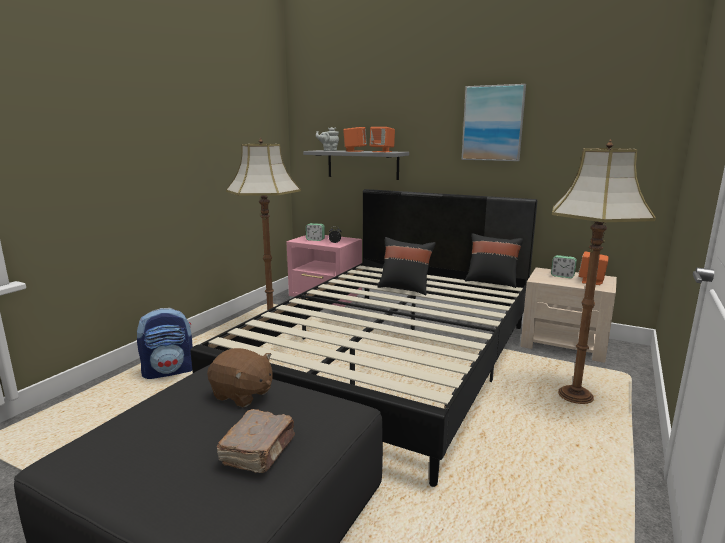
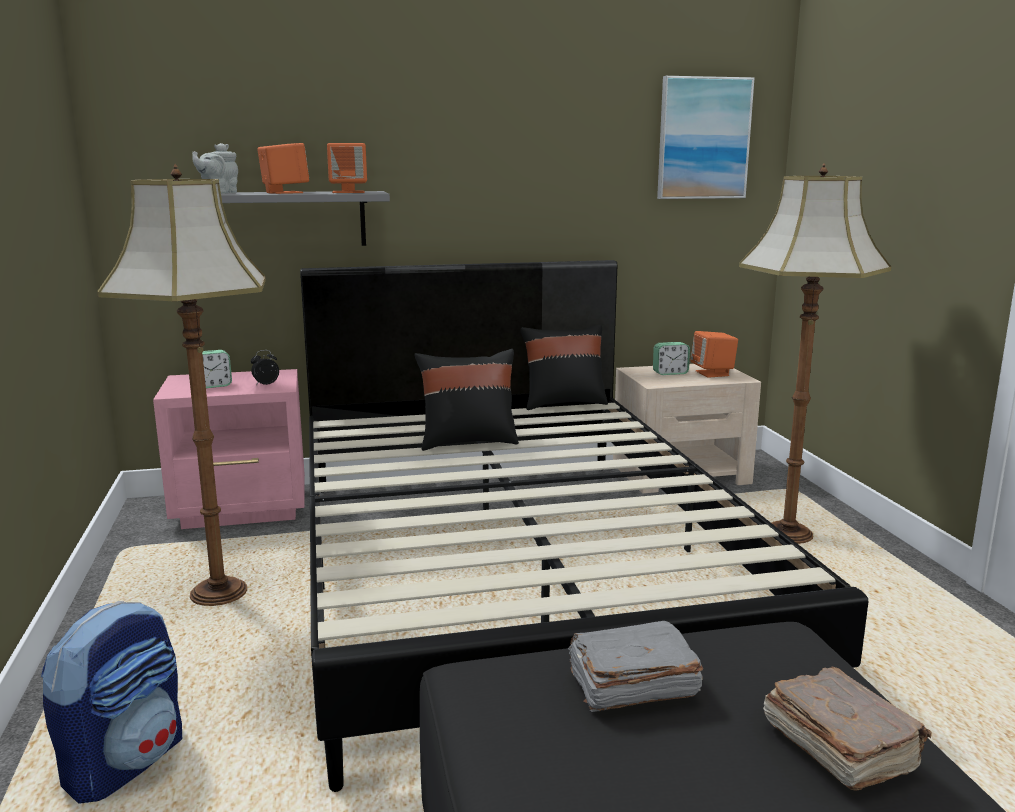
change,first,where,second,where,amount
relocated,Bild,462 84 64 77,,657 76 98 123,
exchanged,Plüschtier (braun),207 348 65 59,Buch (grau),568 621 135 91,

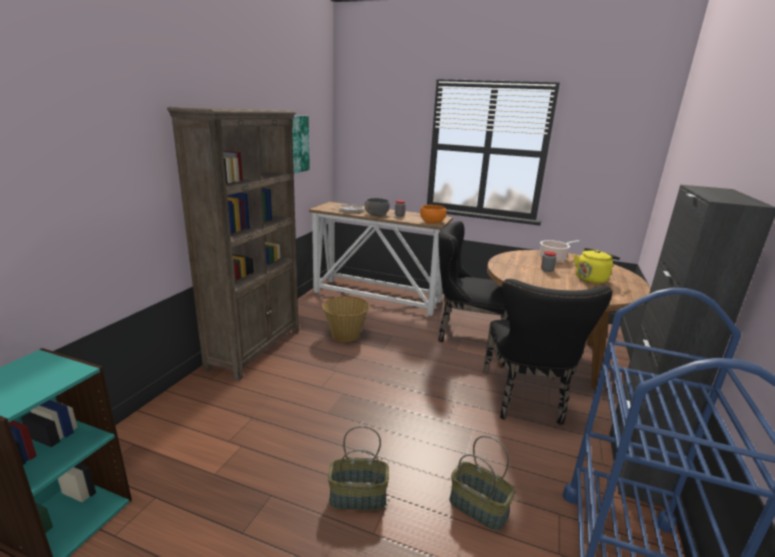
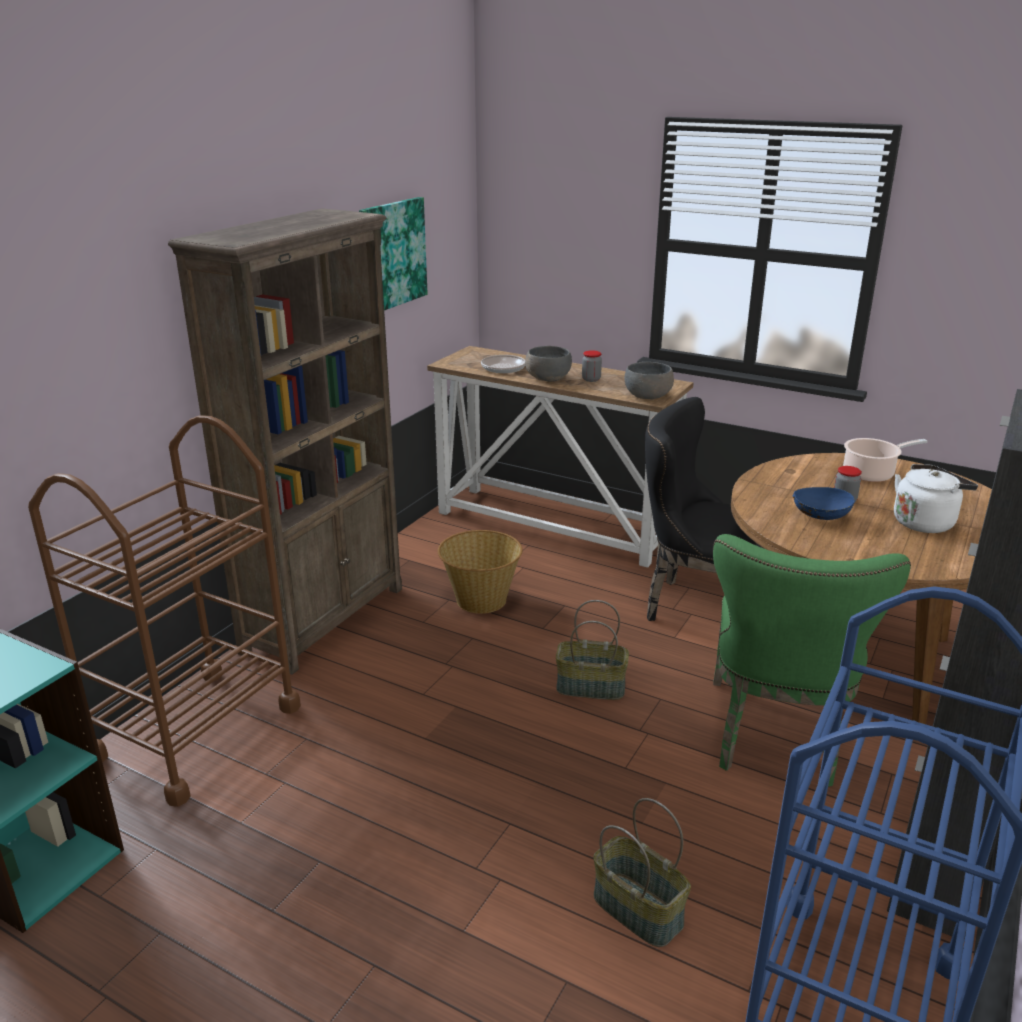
change,first,where,second,where,amount
appeared,,,Rollwagen (braun),28 415 273 392,
appeared,,,Schüssel (blau),793 487 62 33,
relocated,Korb,328 426 61 84,,556 600 73 100,
colour,Schüssel (orange),420 205 26 19,Schüssel (grau),625 362 49 37,
colour,Stuhl (schwarz),483 279 130 146,Stuhl (grün),713 534 198 253,
colour,Wasserkessel (gelb),574 248 46 35,Wasserkessel (weiß),894 464 84 69,

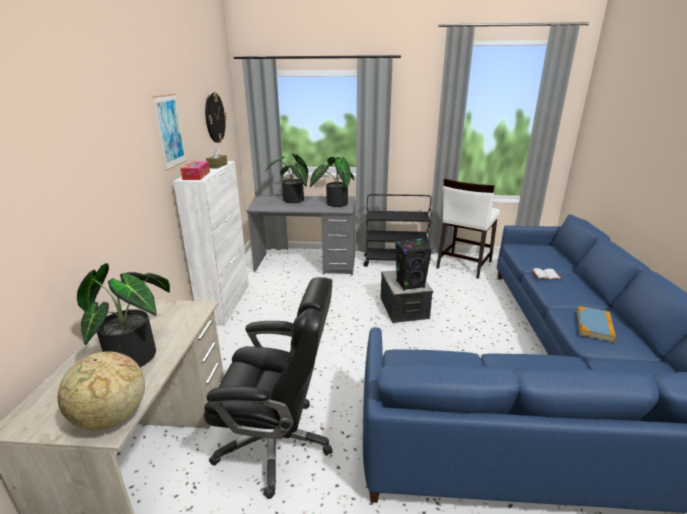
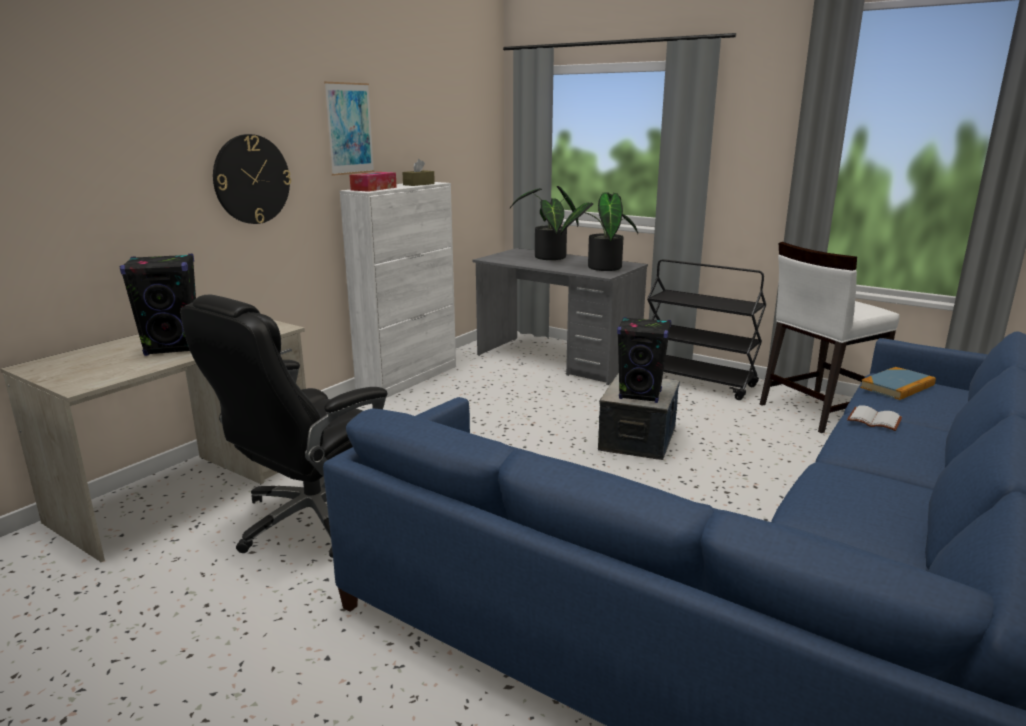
change,first,where,second,where,amount
missing,Globus,58 351 87 79,,,
relocated,Wanduhr,205 92 22 51,,213 134 78 90,
relocated,Buch,577 306 39 36,,860 367 76 33,
exchanged,Topfpflanze,77 263 93 104,Lautsprecher (schwarz),120 254 76 102,
spun,Bürostuhl (schwarz),204 277 129 222,,180 295 208 263,90 degrees clockwise

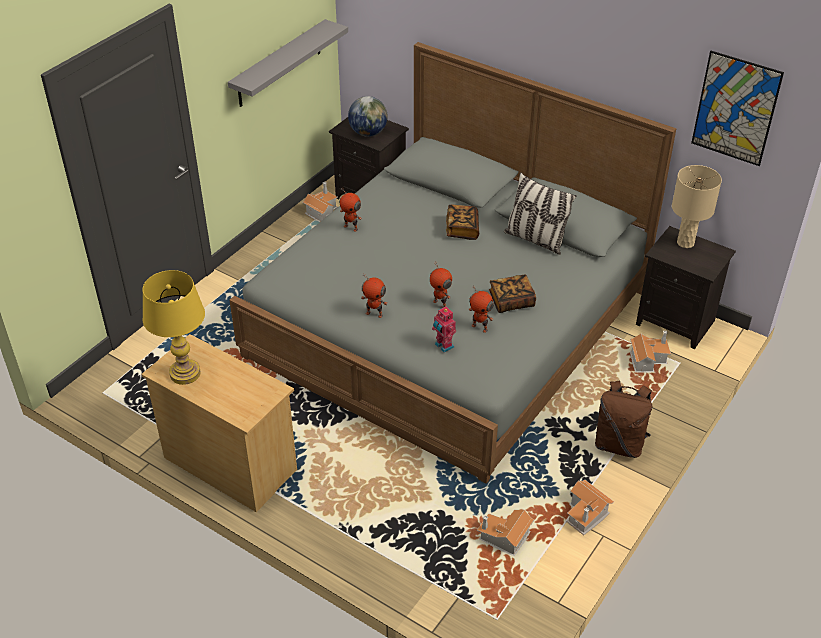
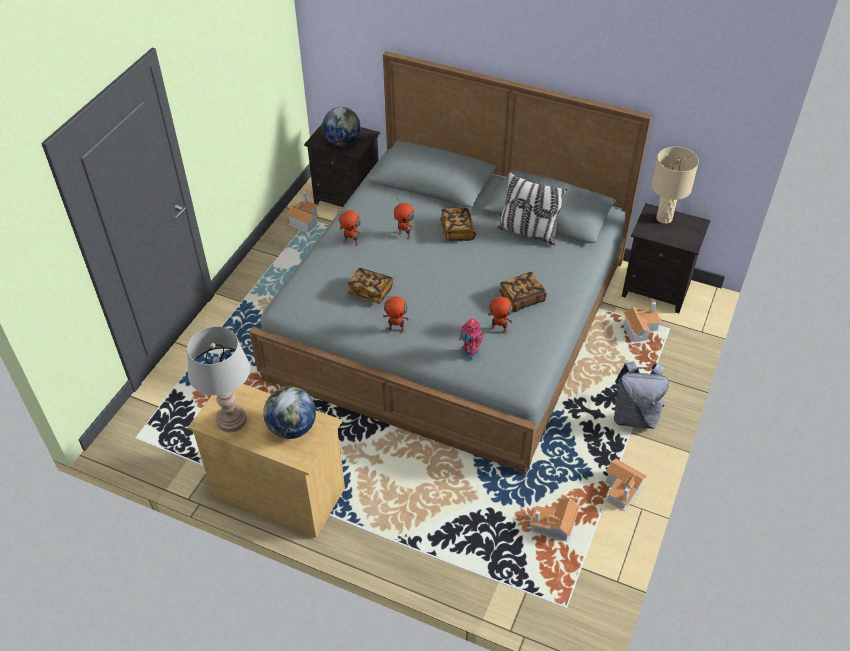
change,first,where,second,where,amount
missing,Wandregal (grau),228 19 120 88,,,
missing,Bild,691 51 93 115,,,
appeared,,,Globus,263 387 53 52,
appeared,,,Buch,347 268 46 36,
relocated,Spielzeugroboter,430 263 22 45,,394 199 21 41,
colour,Tischlampe (gelb),142 270 63 115,Tischlampe (grau),187 327 63 105,
colour,Rucksack (braun),594 381 58 77,Rucksack (grau),611 361 58 68,

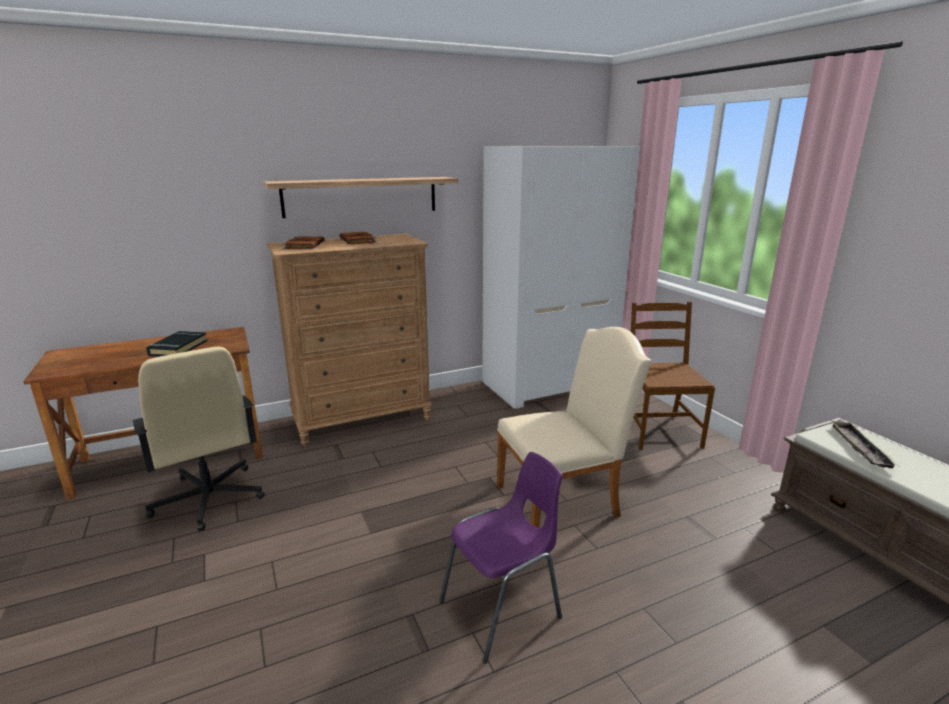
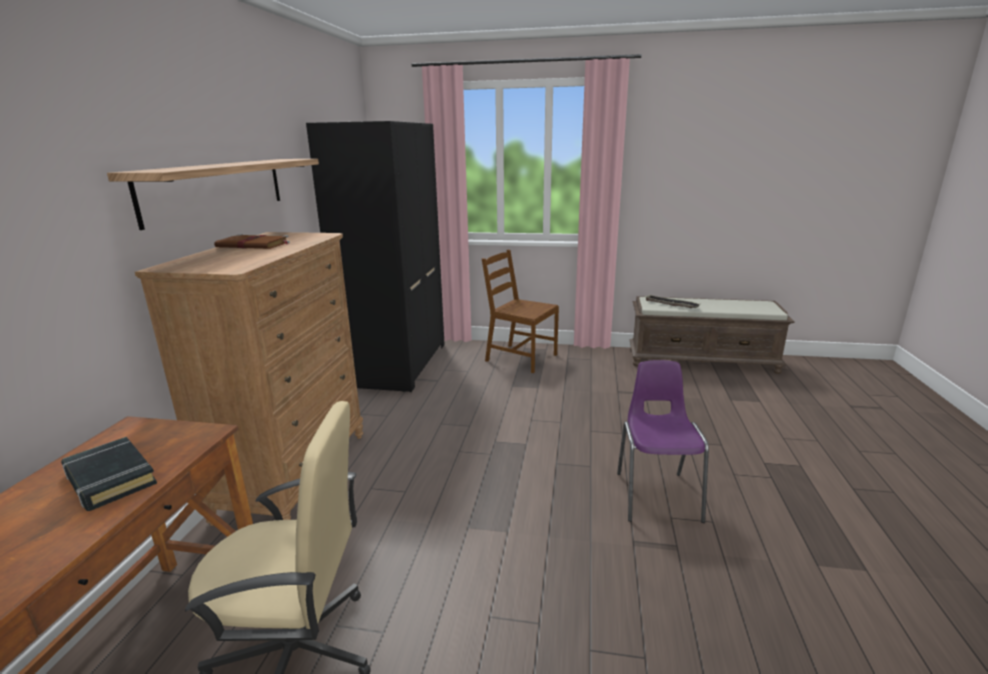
change,first,where,second,where,amount
missing,Buch (braun),282 236 43 13,,,
missing,Stuhl (beige),497 327 155 201,,,
colour,Kleiderschrank (weiß),482 146 158 263,Kleiderschrank (schwarz),306 121 139 271,

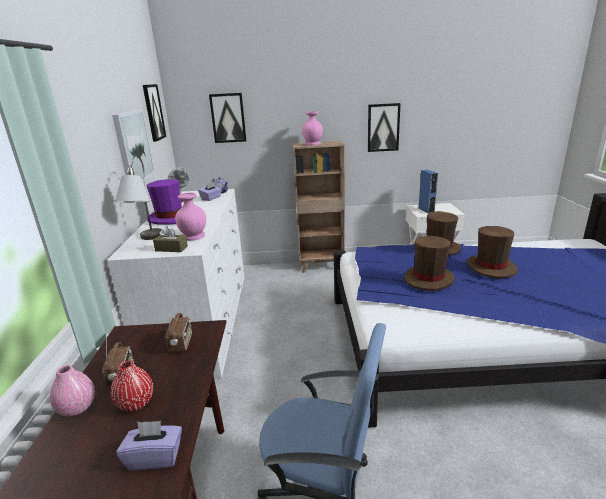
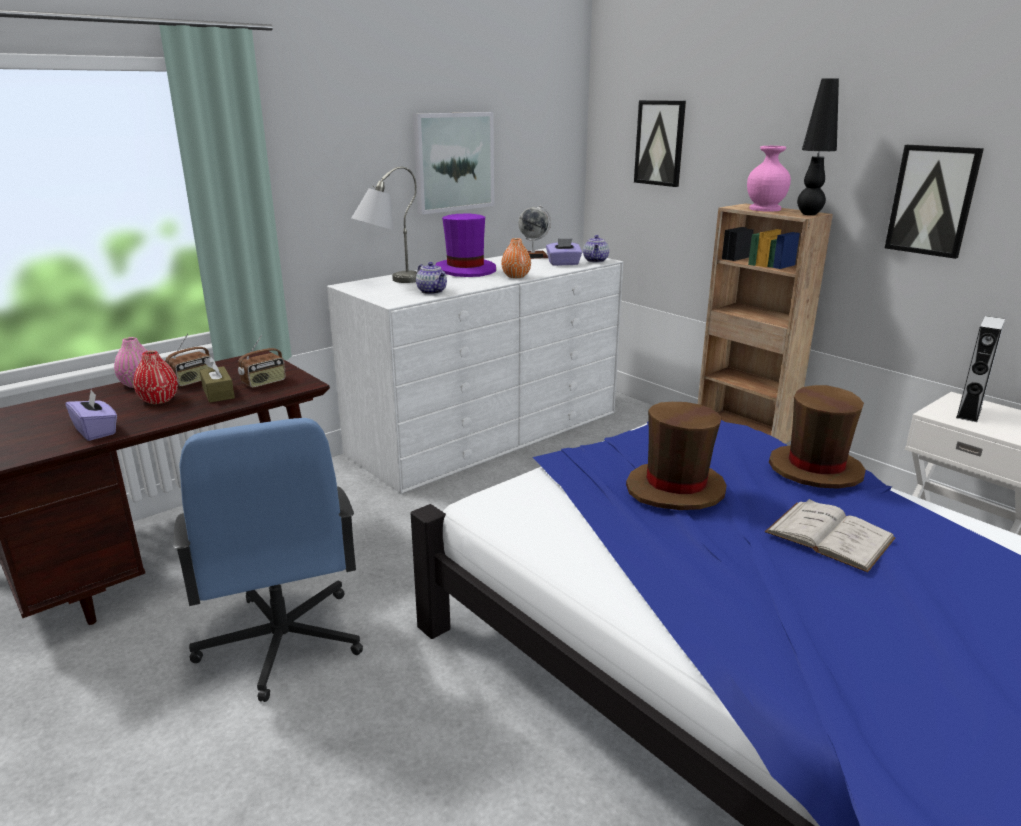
change,first,where,second,where,amount
missing,Bild,143 84 23 58,,,
appeared,,,Vase (orange),501 238 30 40,
appeared,,,Tischlampe (schwarz),797 79 42 136,
relocated,Taschentuchbox (braun),153 227 35 25,,200 357 35 46,
exchanged,Vase (rosa),175 193 31 48,Teekanne,416 262 31 32,
exchanged,Hut (braun),467 226 51 52,Buch (weiß),765 499 131 73,
colour,Lautsprecher (blau),419 170 19 43,Lautsprecher (grau),956 316 49 106,

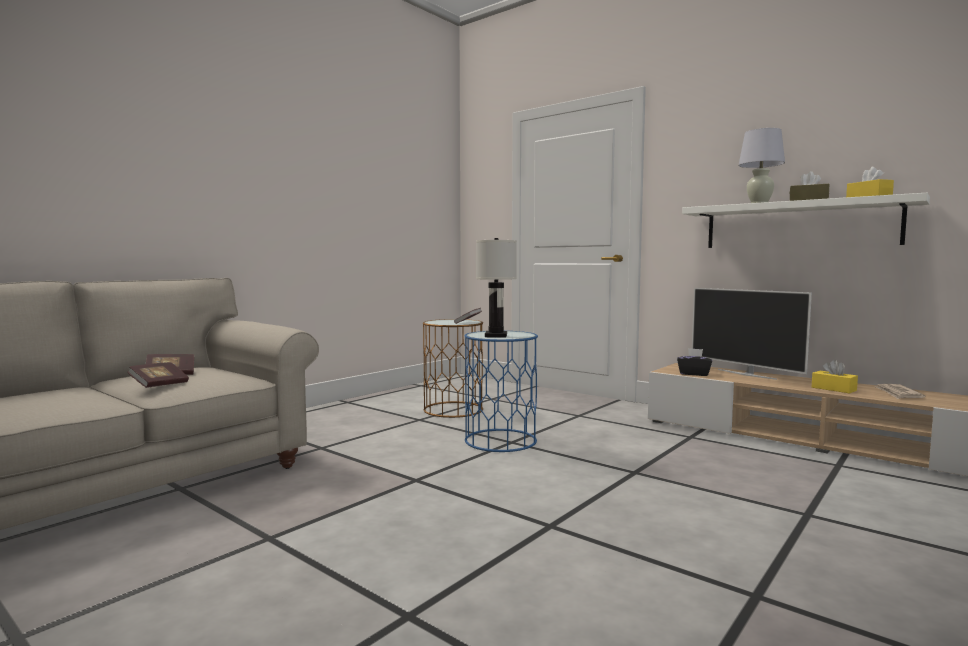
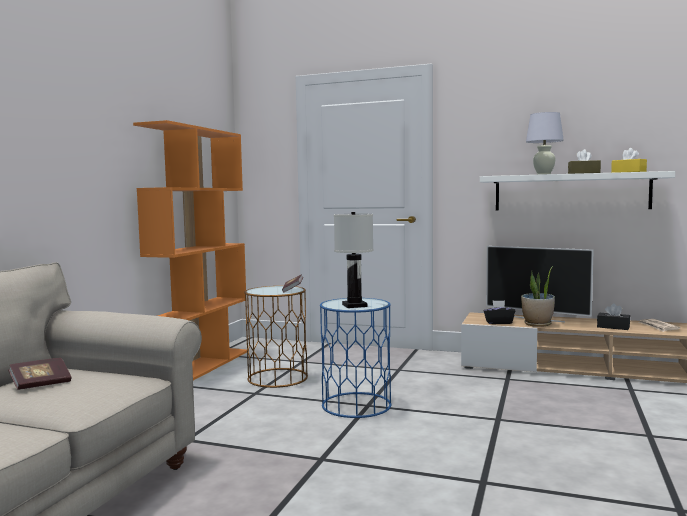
change,first,where,second,where,amount
missing,Buch,127 362 62 26,,,
appeared,,,Bücherregal (orange),133 120 114 260,
appeared,,,Topfpflanze,521 266 34 61,
colour,Taschentuchbox (gelb),812 360 46 33,Taschentuchbox (schwarz),597 303 33 27,

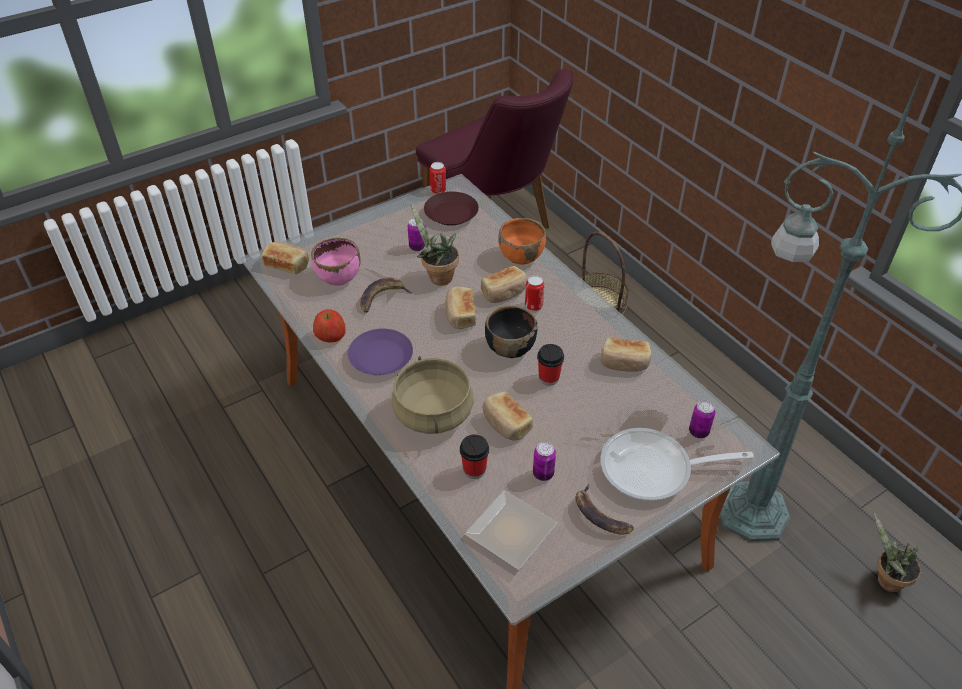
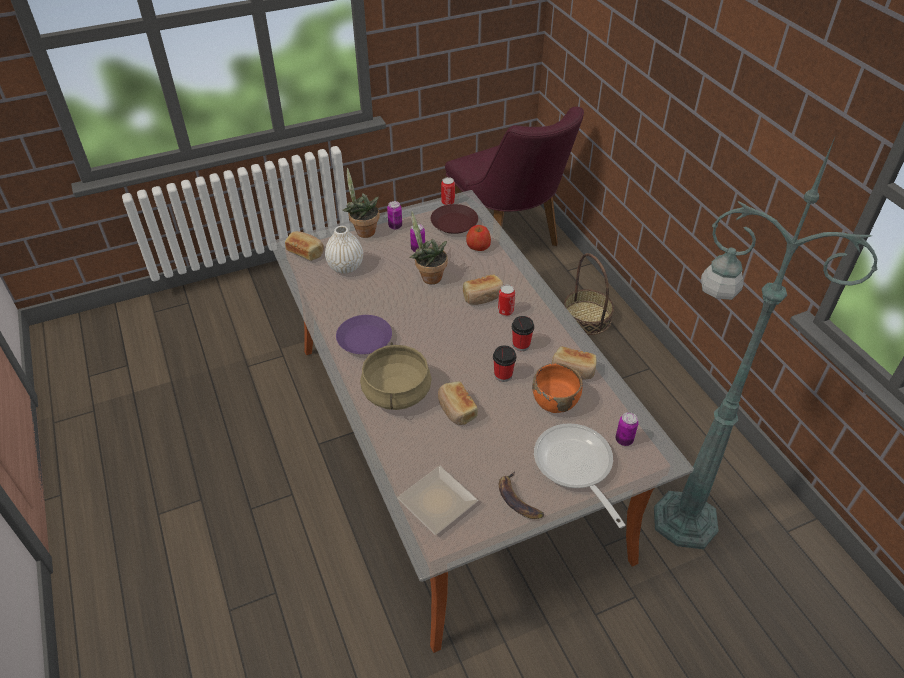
change,first,where,second,where,amount
missing,Banane,360 278 53 35,,,
missing,Brot,445 286 31 43,,,
missing,Schüssel (schwarz),485 305 53 53,,,
relocated,Apfel,313 309 33 34,,466 225 25 26,
relocated,Tasse,460 434 29 45,,512 316 22 35,
relocated,Schüssel (orange),498 218 48 47,,532 363 51 50,
relocated,Dose,533 442 23 39,,387 201 15 28,
relocated,Topfpflanze,873 513 48 79,,342 168 38 70,
exchanged,Schüssel (rosa),311 237 50 49,Vase (weiß),325 226 38 48,
spun,Pfanne,600 428 154 73,,534 423 92 105,60 degrees clockwise

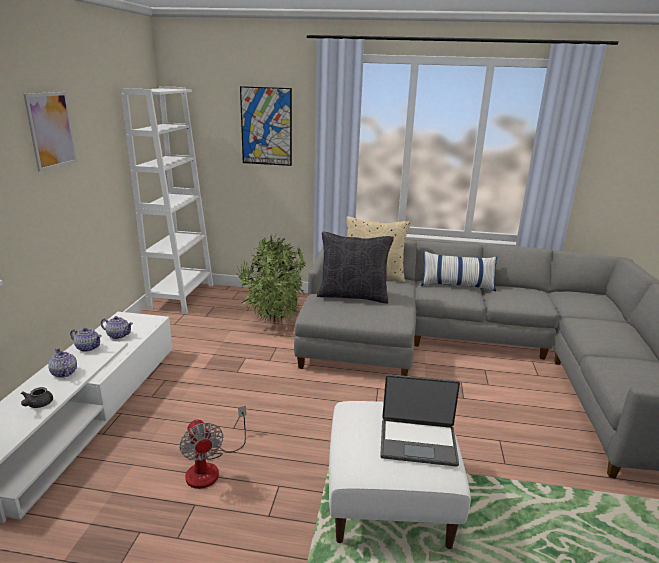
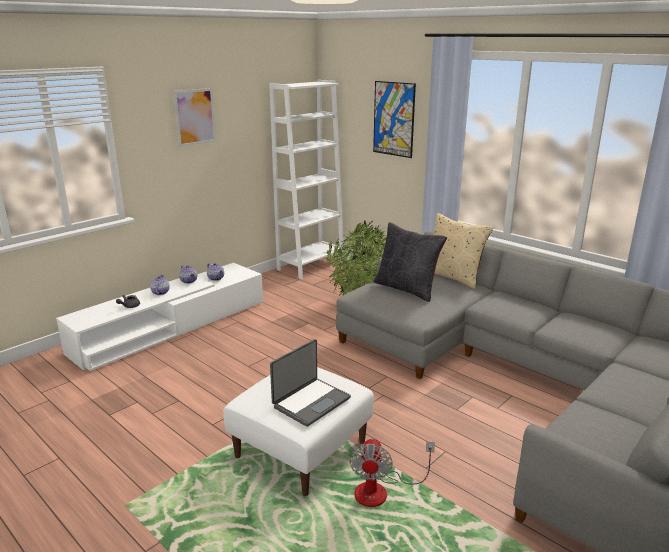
change,first,where,second,where,amount
missing,Kissen,421 251 76 40,,,
relocated,Ventilator,179 406 67 83,,349 438 86 69,
spun,Laptop,380 374 80 93,,270 339 81 88,90 degrees counterclockwise

